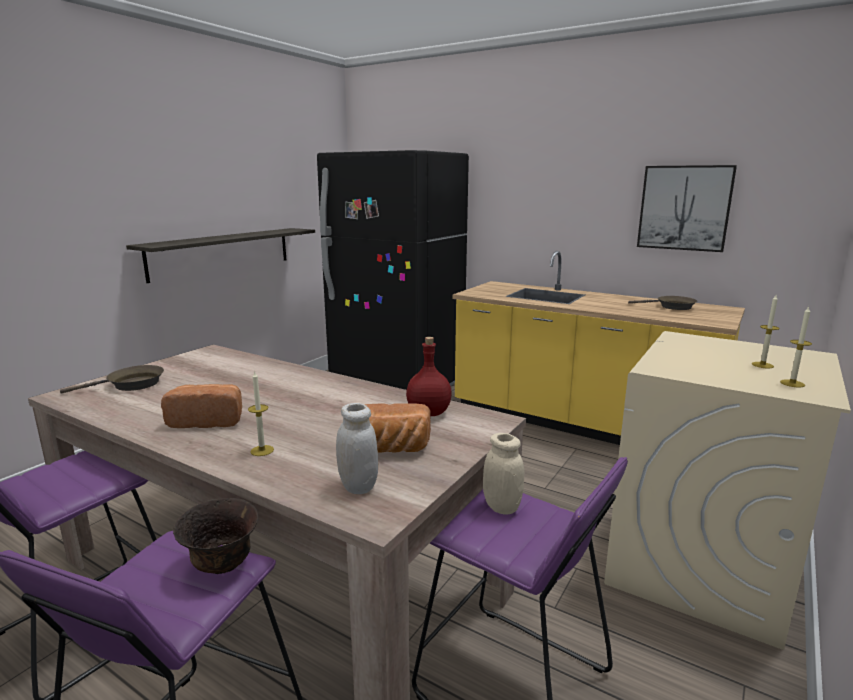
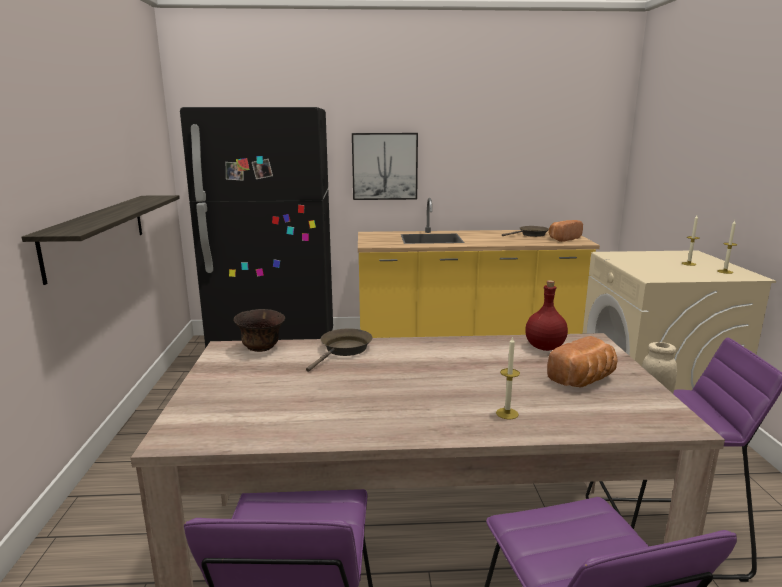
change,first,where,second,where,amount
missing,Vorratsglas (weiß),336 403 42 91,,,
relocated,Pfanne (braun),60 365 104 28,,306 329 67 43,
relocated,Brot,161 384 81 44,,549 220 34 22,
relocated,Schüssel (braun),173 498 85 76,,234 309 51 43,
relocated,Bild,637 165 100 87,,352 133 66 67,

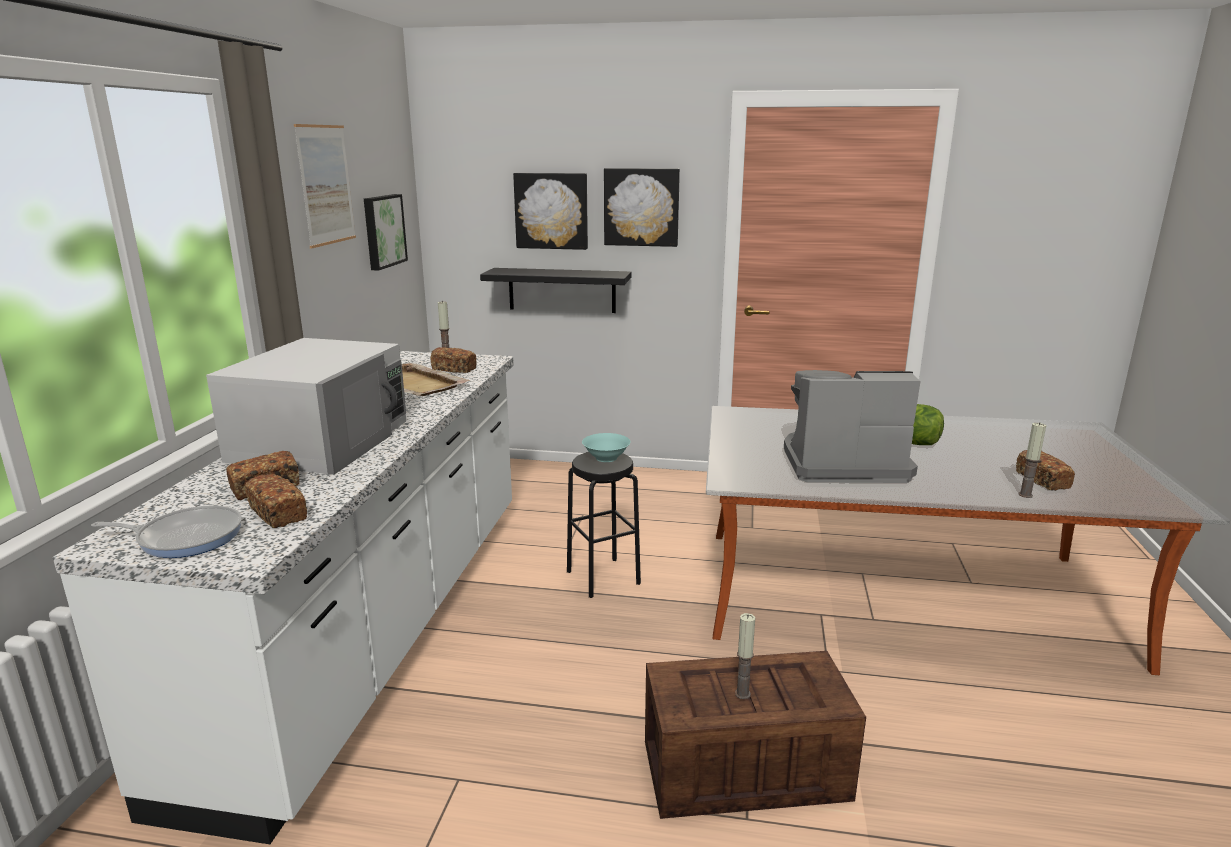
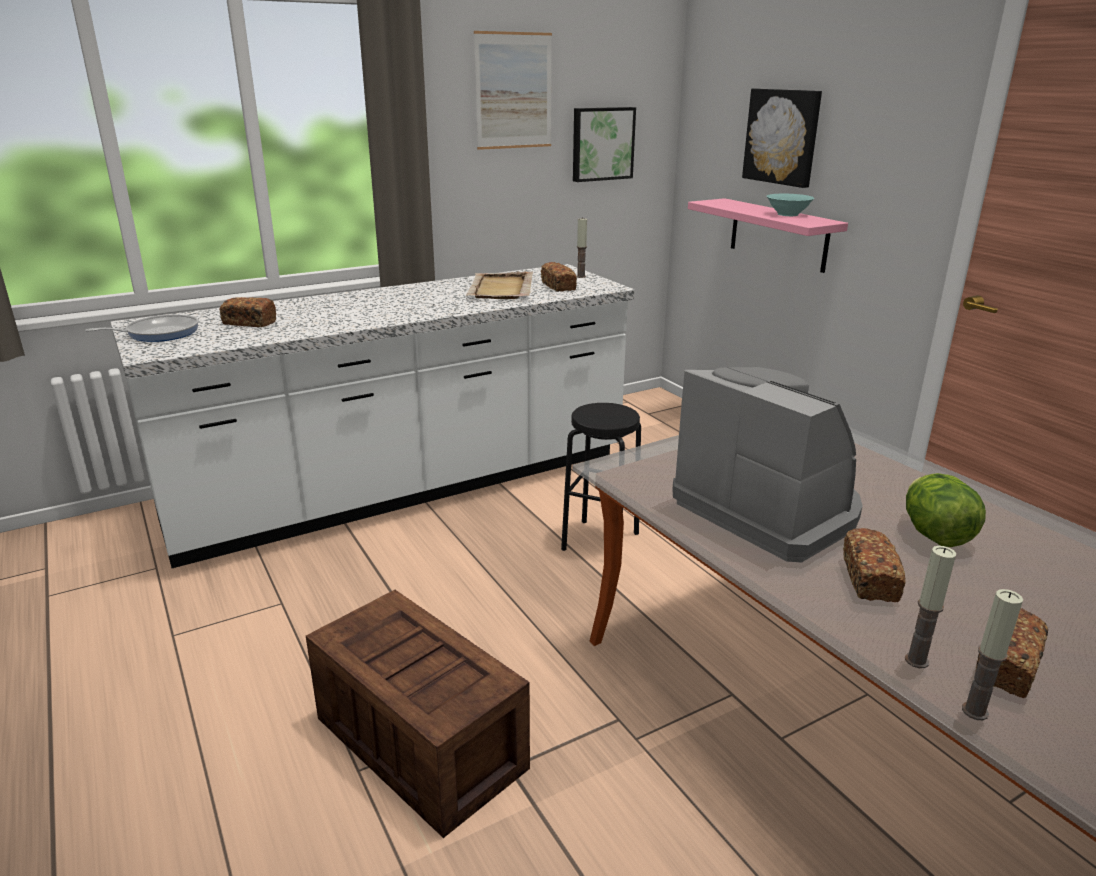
change,first,where,second,where,amount
missing,Mikrowelle (weiß),206 338 200 137,,,
missing,Bild,604 168 76 79,,,
relocated,Brot,245 474 62 54,,843 528 63 74,
relocated,Schüssel (türkis),582 433 49 29,,767 194 47 22,
relocated,Kerze,735 613 20 86,,962 589 61 131,
colour,Wandregal (schwarz),480 268 151 45,Wandregal (rosa),688 198 160 75,
spun,Pfanne,91 505 151 53,,85 315 114 27,75 degrees counterclockwise

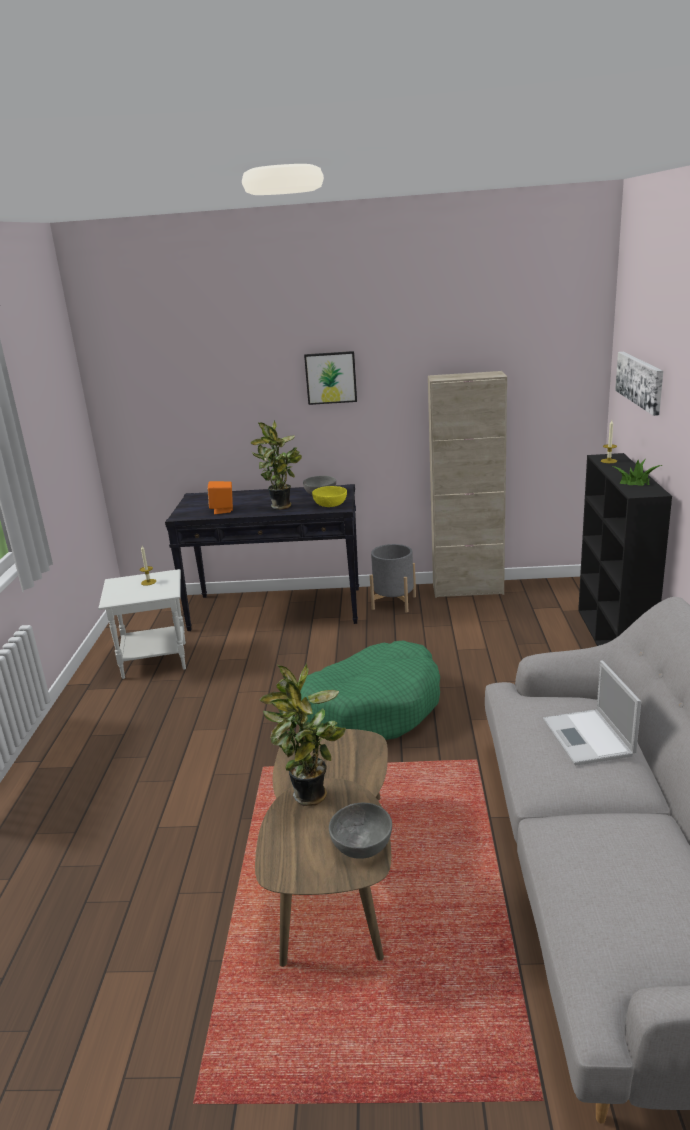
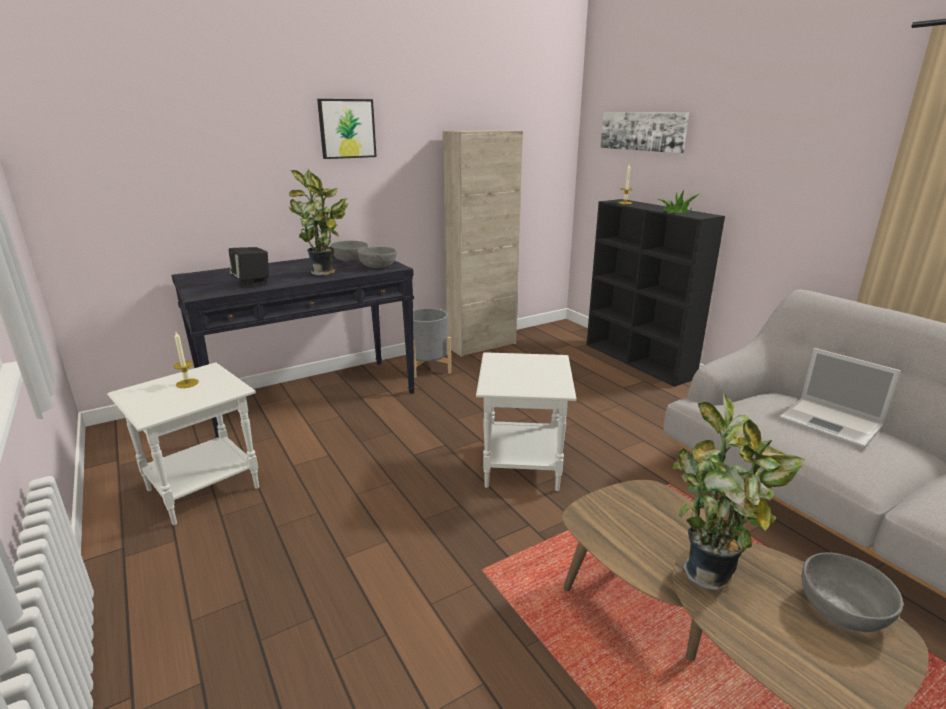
change,first,where,second,where,amount
exchanged,Hundebett (grün),300 640 140 100,Beistelltisch (weiß),476 352 100 139,
colour,Lautsprecher (orange),208 481 25 33,Lautsprecher (schwarz),229 247 40 41,
colour,Schüssel (gelb),312 486 35 21,Schüssel (grau),357 247 40 21,

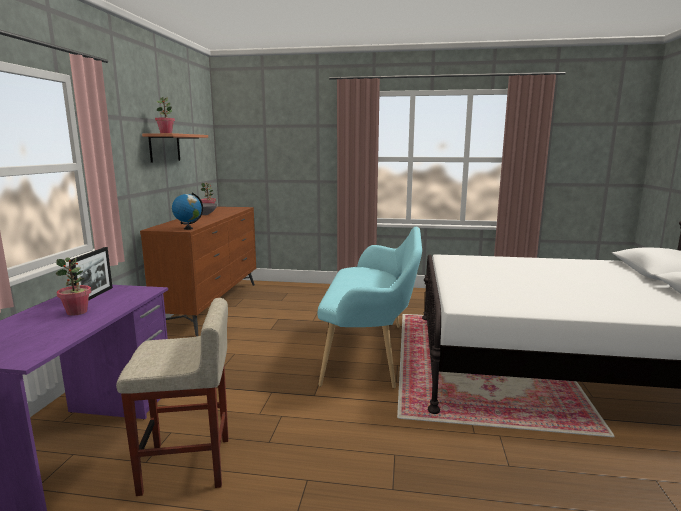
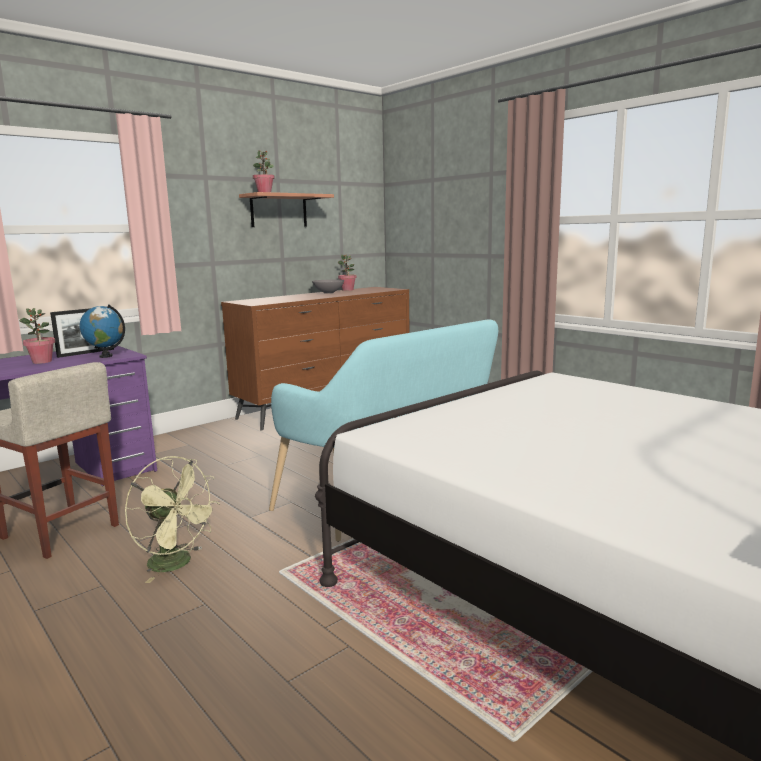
change,first,where,second,where,amount
appeared,,,Ventilator (grün),125 456 94 127,
relocated,Globus,172 193 31 37,,79 304 46 54,

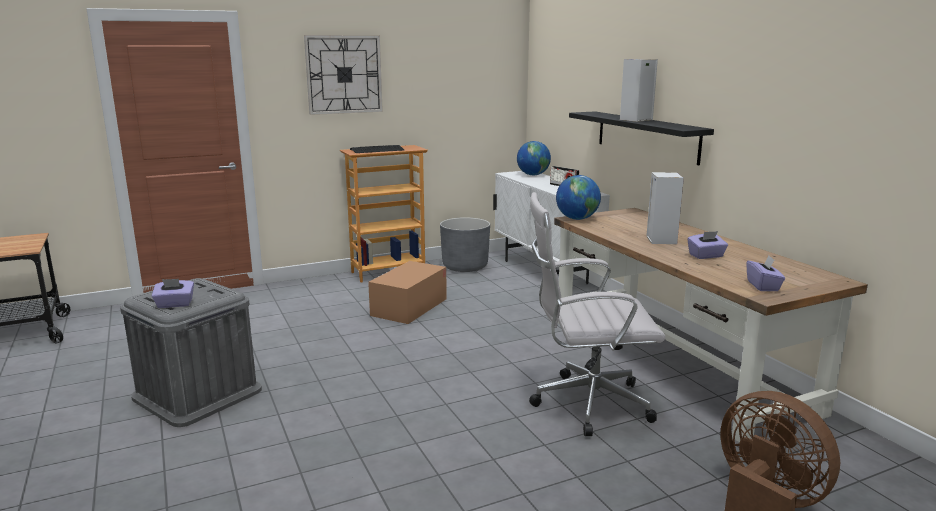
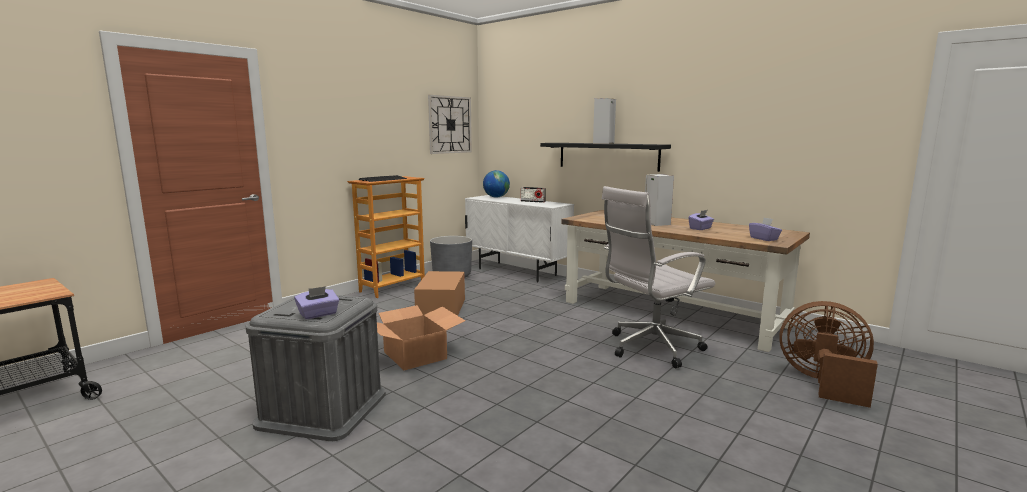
change,first,where,second,where,amount
missing,Globus,556 175 45 45,,,
appeared,,,Karton,377 305 89 65,
relocated,Wanduhr,304 35 79 80,,428 95 44 59,

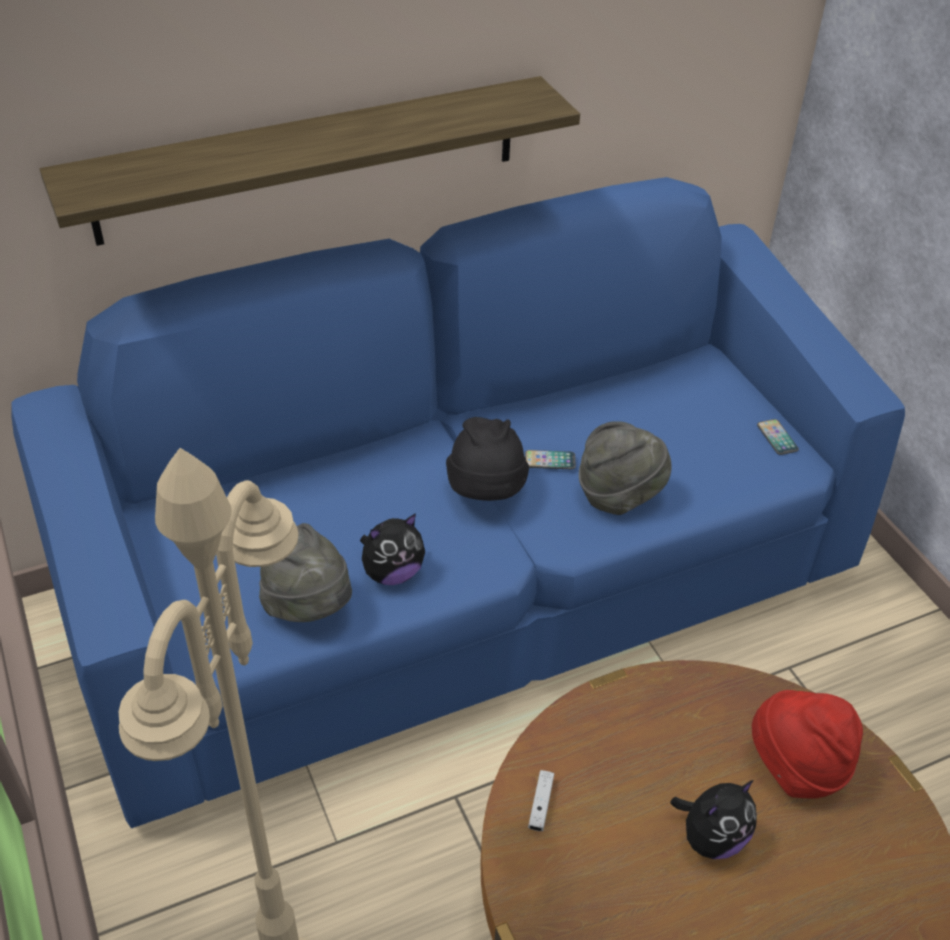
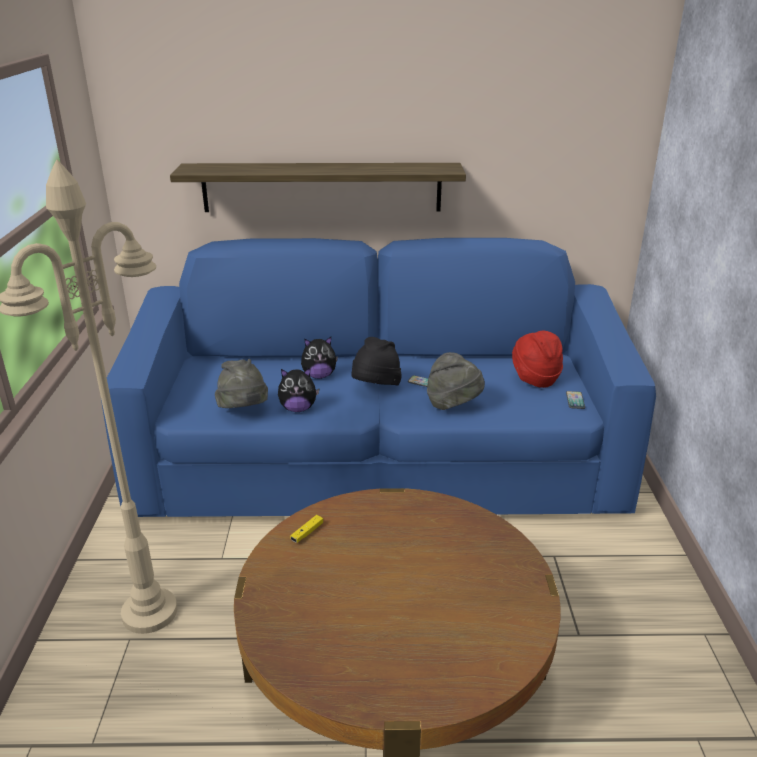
change,first,where,second,where,amount
relocated,Plüschtier,671 780 86 79,,301 337 37 42,
relocated,Hut (rot),752 690 111 109,,512 331 51 57,
colour,Gamepad (weiß),528 770 26 61,Gamepad (gelb),290 515 33 28,

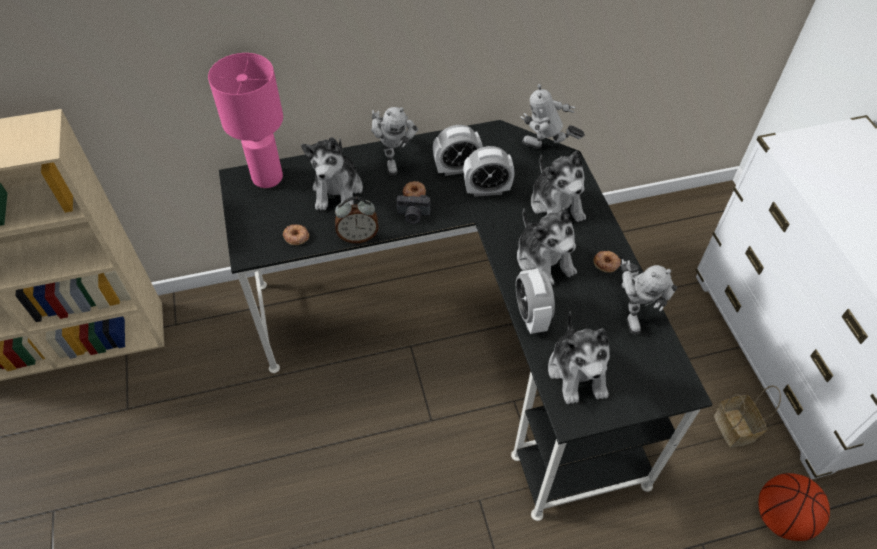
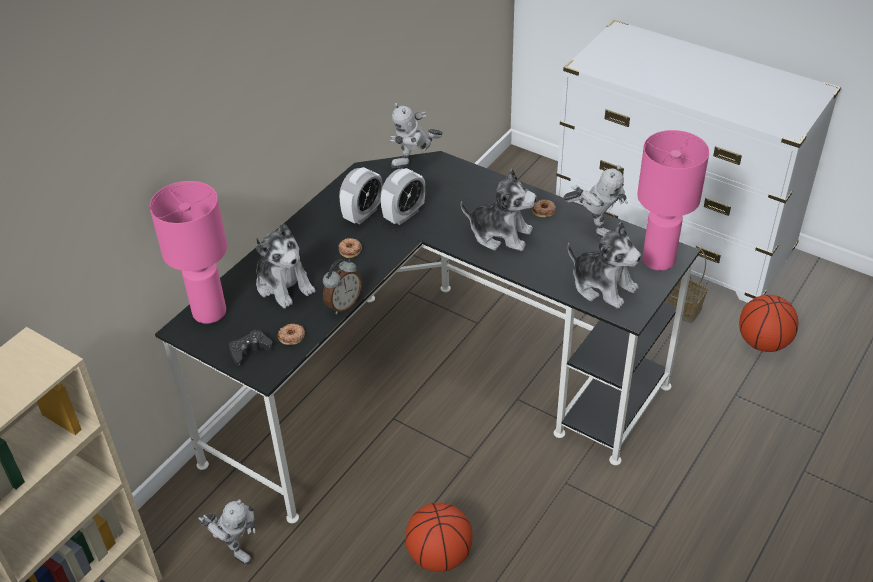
change,first,where,second,where,amount
missing,Kamera,397 195 33 29,,,
missing,Wecker,516 269 39 65,,,
missing,Plüschtier,531 151 55 71,,,
appeared,,,Gamepad (schwarz),229 330 44 36,
appeared,,,Basketball,405 502 67 70,
appeared,,,Tischlampe (rosa),637 130 72 141,
relocated,Spielzeugroboter,371 107 48 68,,198 499 57 66,

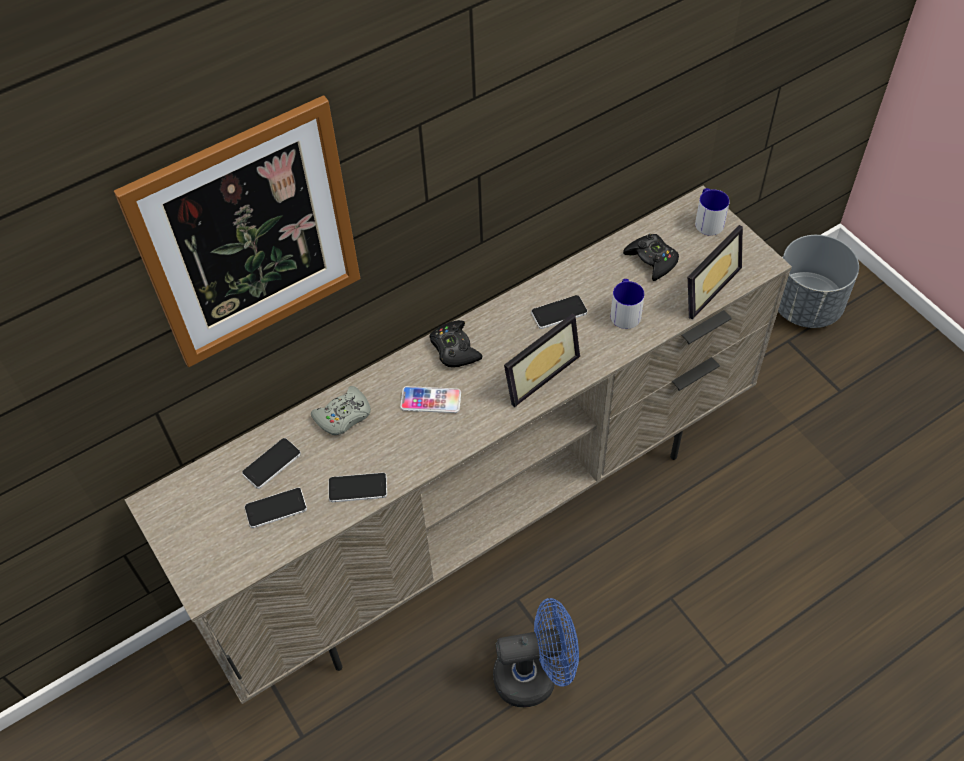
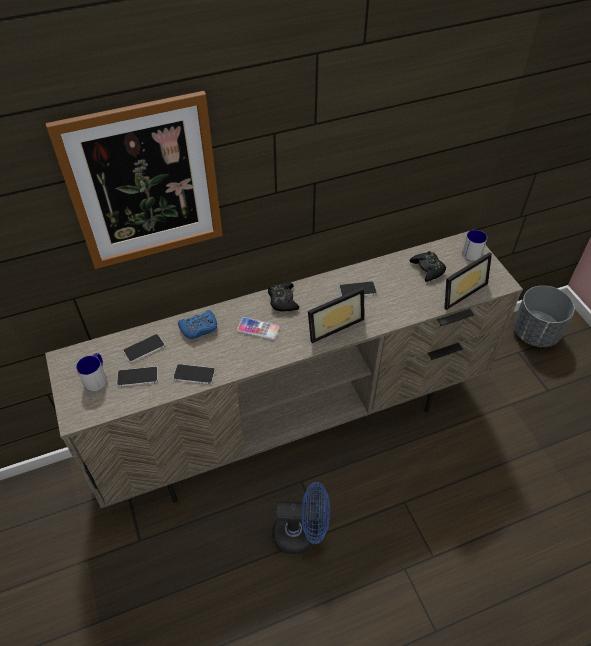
change,first,where,second,where,amount
relocated,Henkelbecher,611 279 34 50,,76 353 31 38,
colour,Gamepad (grau),311 386 60 49,Gamepad (blau),178 310 39 28,

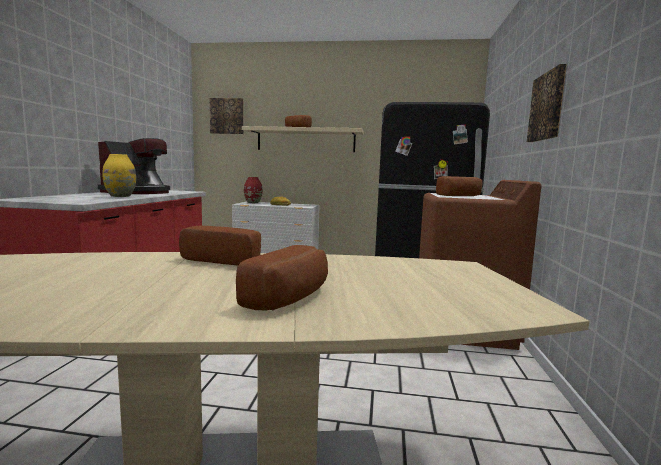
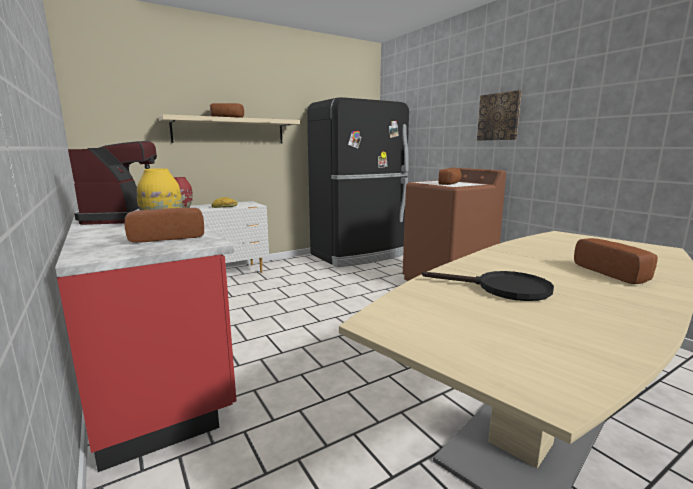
change,first,where,second,where,amount
missing,Bild,210 98 34 36,,,
appeared,,,Pfanne (schwarz),422 271 132 30,
relocated,Brot,179 226 82 40,,124 208 80 35,

